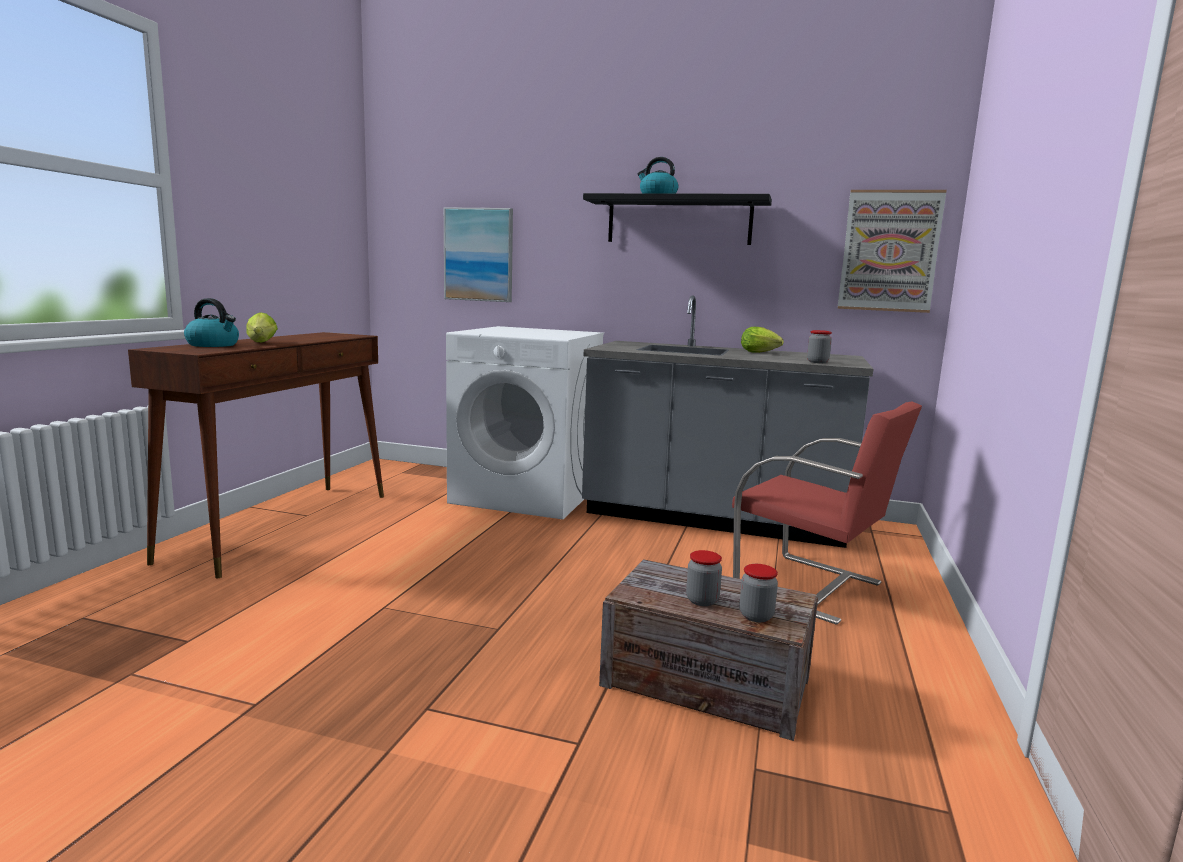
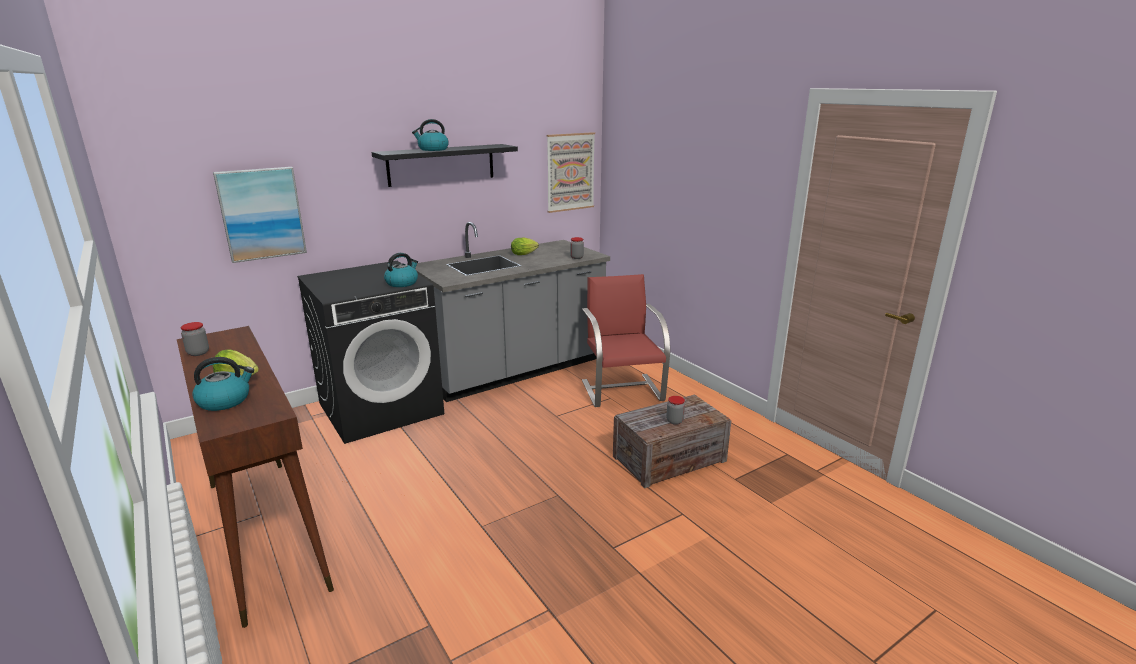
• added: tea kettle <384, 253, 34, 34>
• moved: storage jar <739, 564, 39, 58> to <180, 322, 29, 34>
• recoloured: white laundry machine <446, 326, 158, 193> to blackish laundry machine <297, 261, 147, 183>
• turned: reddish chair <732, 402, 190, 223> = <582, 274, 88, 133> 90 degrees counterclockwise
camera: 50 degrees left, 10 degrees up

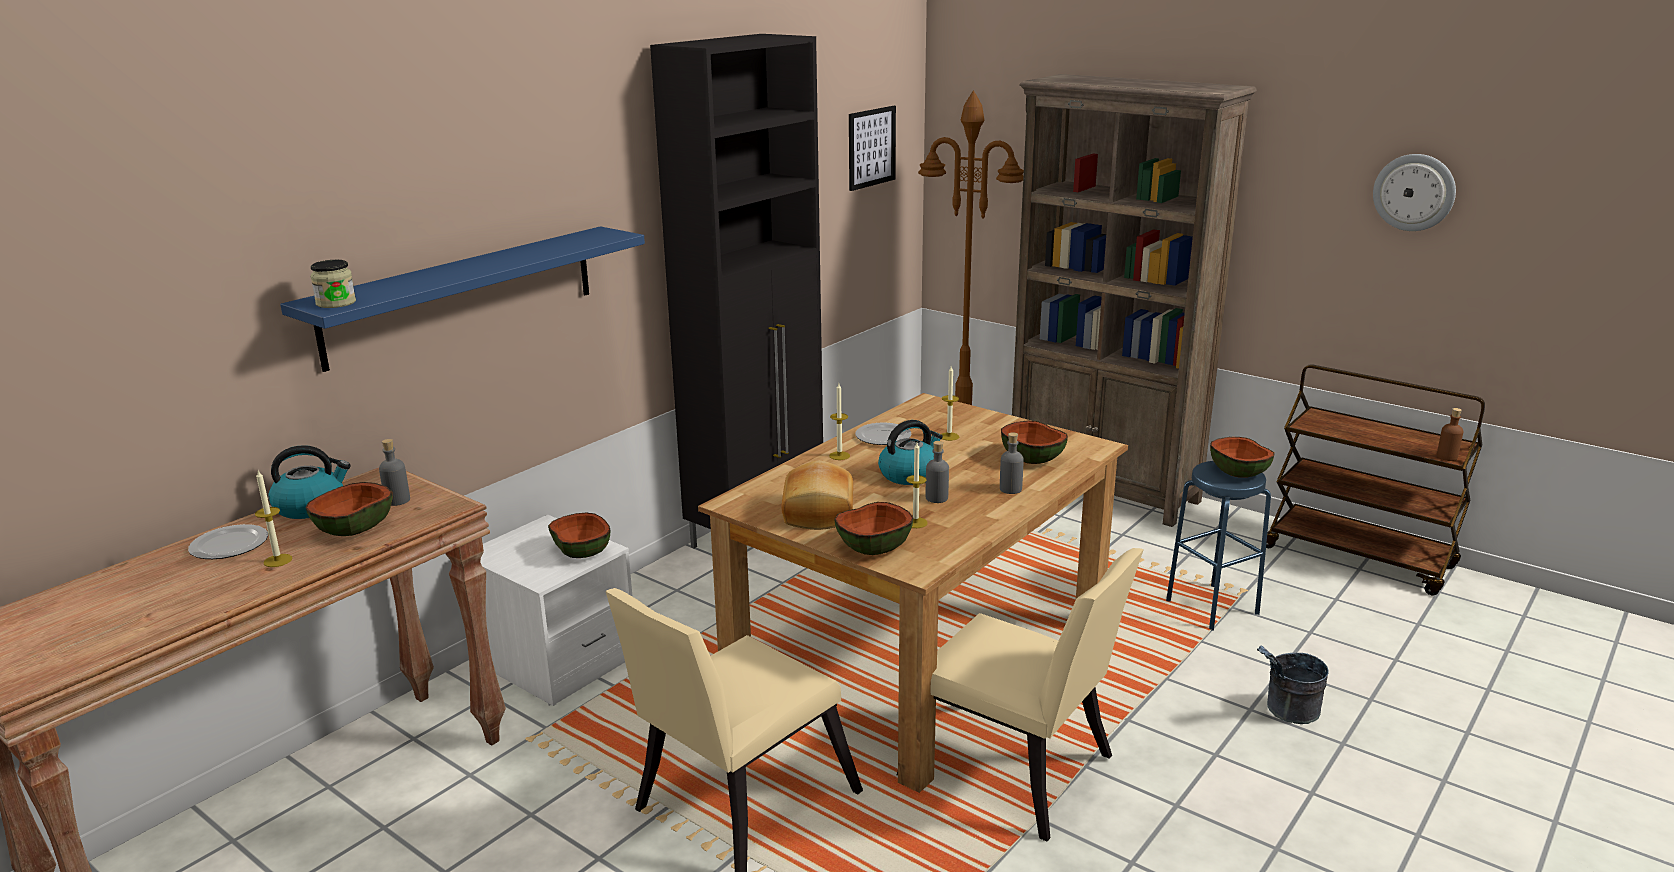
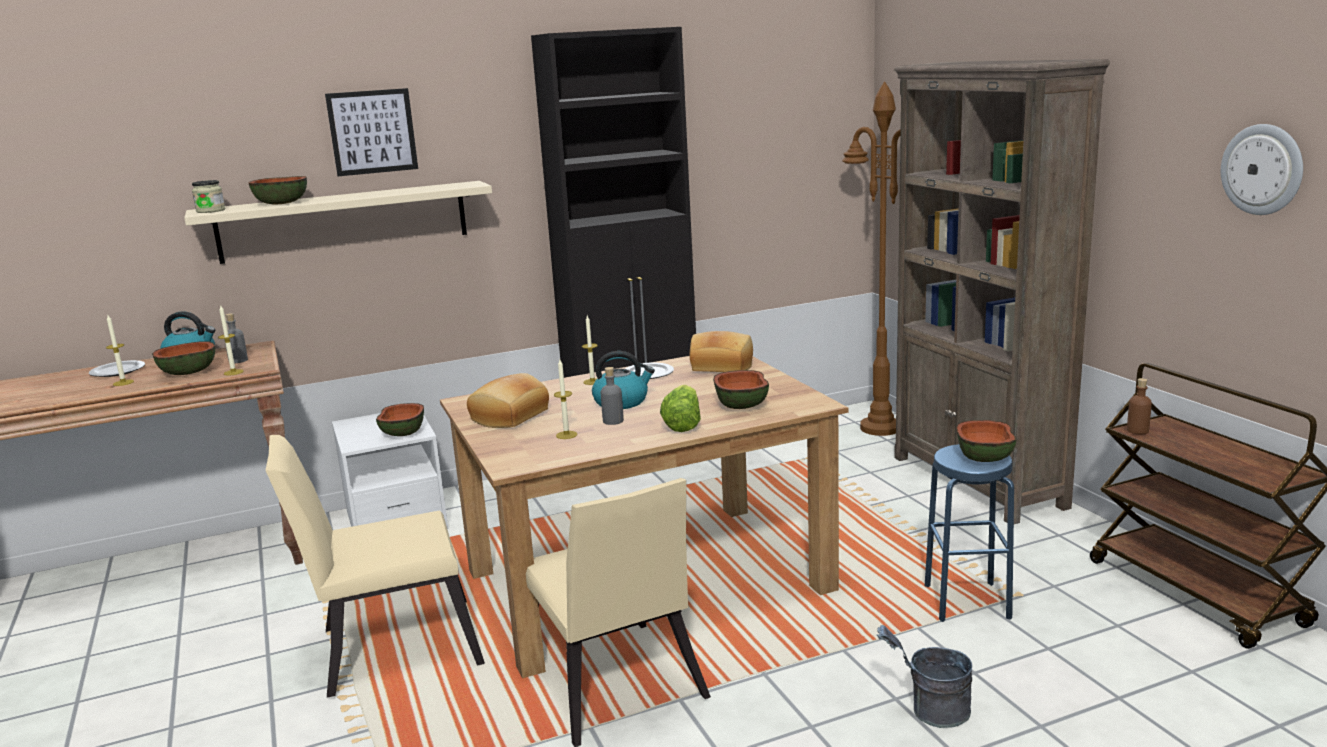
• added: baked bread <690, 331, 63, 41>
• moved: serving bowl <834, 502, 79, 53> to <248, 176, 59, 28>
• moved: picture <849, 106, 47, 85> to <325, 88, 93, 88>
• moved: candle <941, 366, 18, 75> to <218, 306, 26, 70>
• moved: brown bottle <1437, 408, 26, 53> to <1127, 378, 25, 56>
• replaced: grey bottle <1000, 433, 24, 61> to head of lettuce <660, 385, 41, 47>
• recoloured: bluish shelf <280, 226, 365, 146> to sand-coloured shelf <184, 181, 308, 83>
camera: 30 degrees right, 5 degrees down

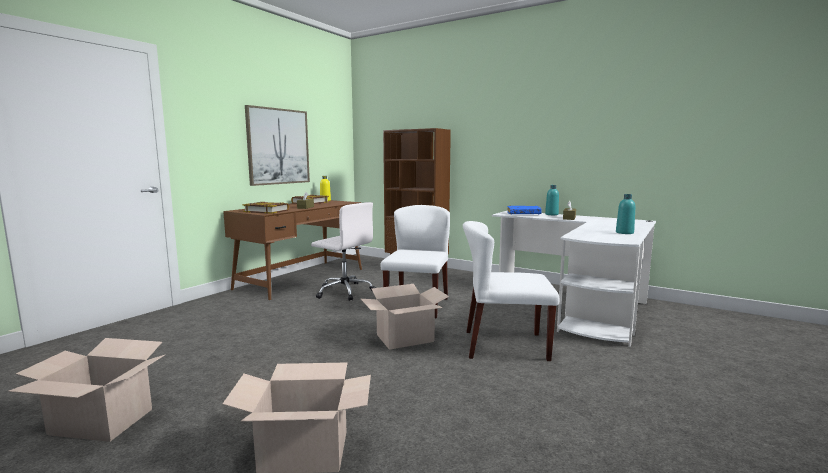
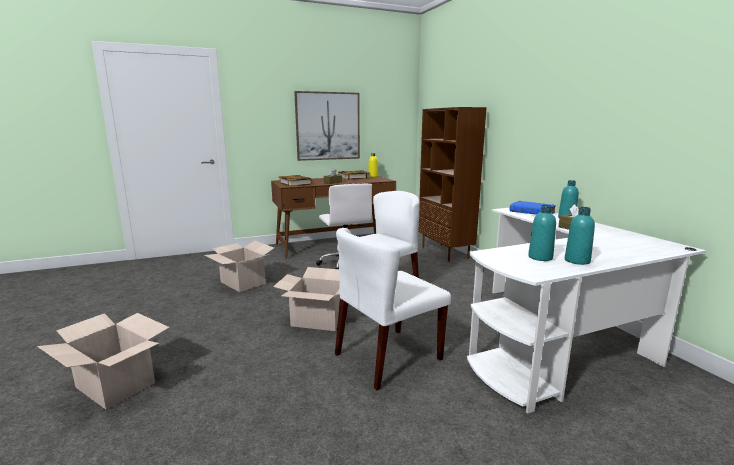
• added: turquoise bottle <528, 205, 28, 56>
• moved: carton <8, 338, 157, 104> to <204, 241, 70, 51>
• turned: white chair <463, 221, 96, 140> = <335, 228, 116, 162> 75 degrees counterclockwise
camera: 35 degrees right, 5 degrees up

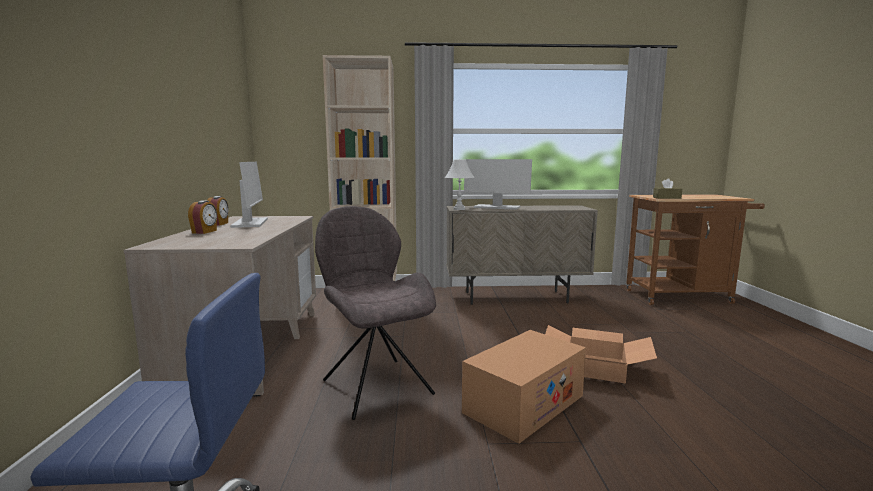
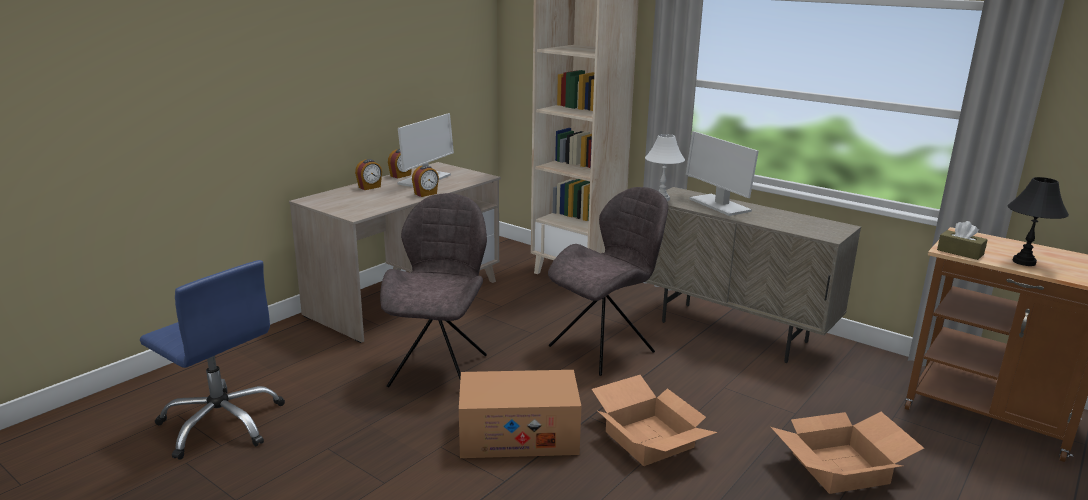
• added: table clock <412, 165, 27, 32>
• added: grey chair <548, 187, 120, 189>
• added: carton <771, 412, 153, 82>
• added: blackish table lamp <1008, 177, 61, 89>
camera: 40 degrees right, 10 degrees up

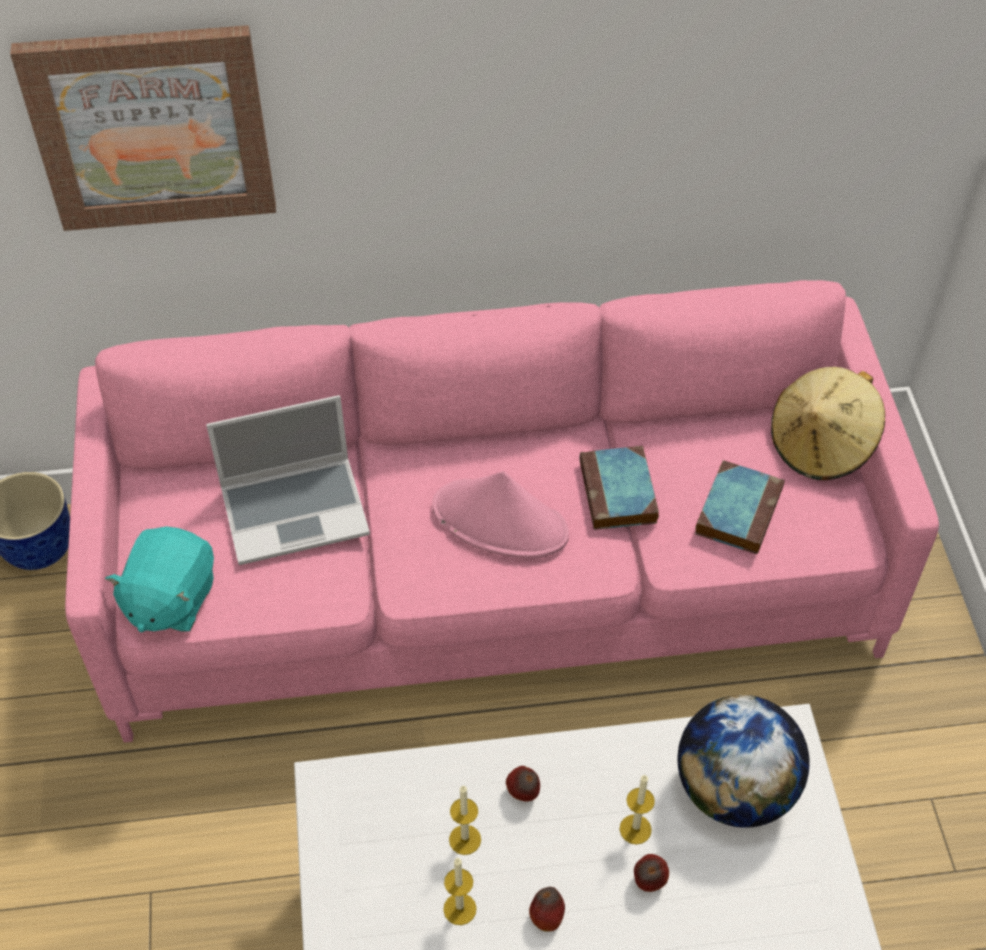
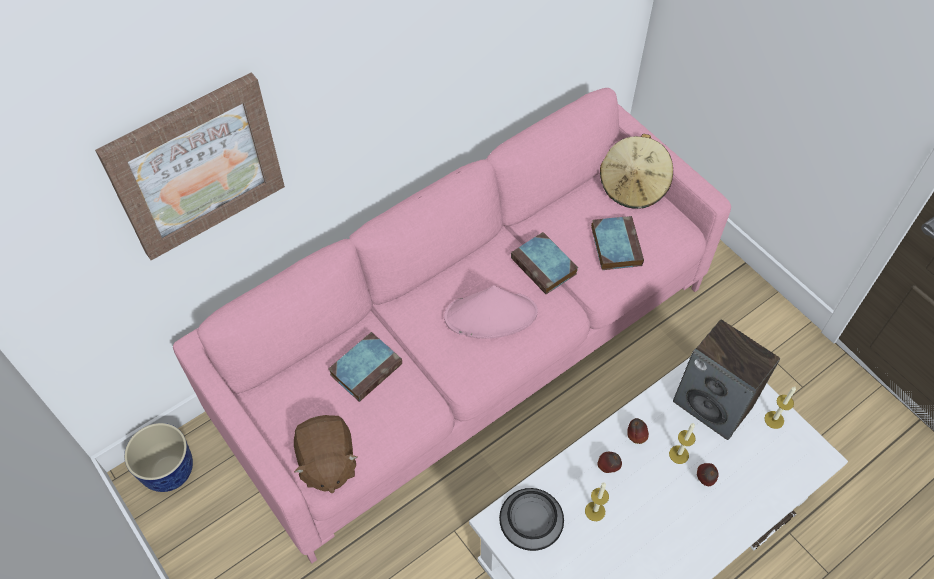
• added: serving bowl <499, 488, 65, 63>
• moved: candle <443, 858, 34, 67> to <764, 387, 32, 42>
• moved: apple fruit <529, 887, 36, 45> to <627, 418, 22, 26>
• replaced: notebook computer <206, 395, 164, 170> to book <328, 332, 74, 70>
• replaced: desk globe <677, 695, 133, 133> to audio speaker <673, 320, 107, 120>
• recoloured: turquoise soft toy <105, 526, 109, 106> to brown soft toy <294, 415, 64, 78>
camera: 30 degrees left, 5 degrees up

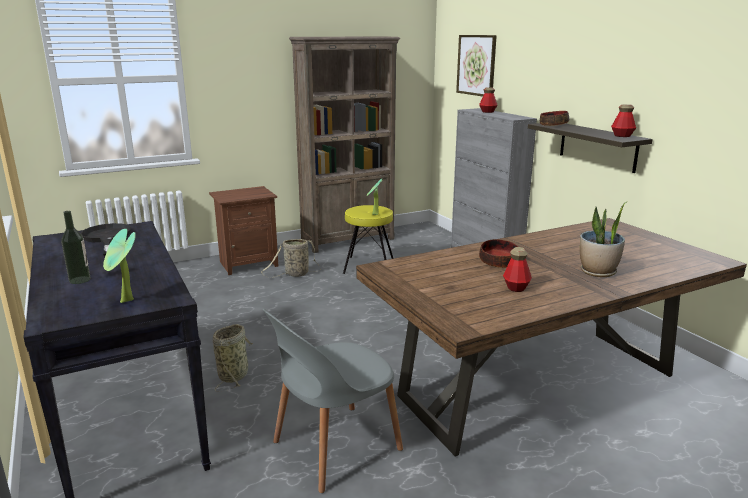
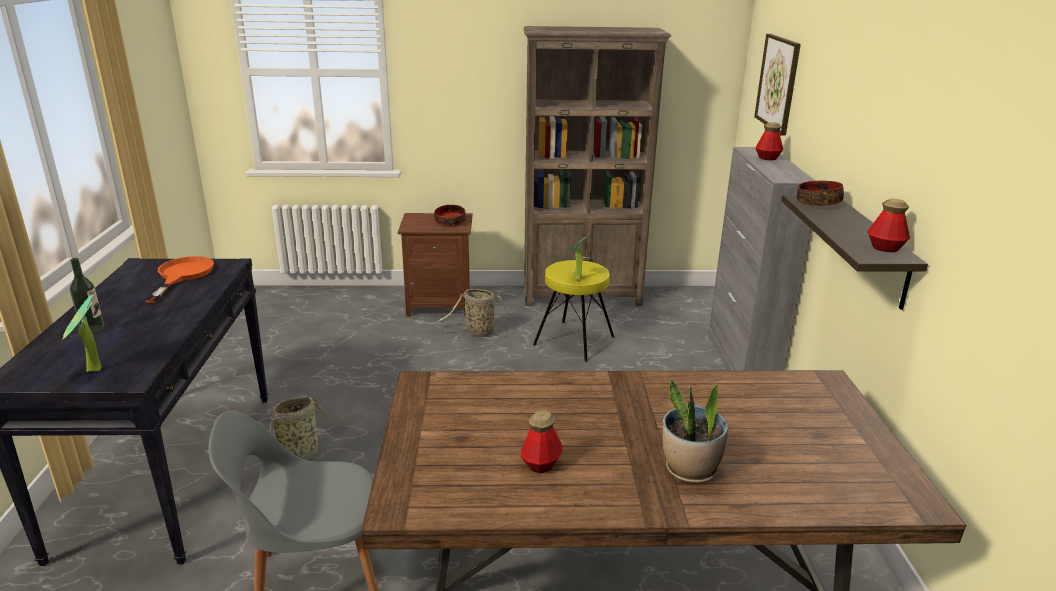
• moved: serving bowl <479, 239, 39, 29> to <434, 205, 32, 22>
• recoloured: blackish skillet <80, 223, 51, 34> to orange skillet <145, 256, 69, 47>
camera: 25 degrees right, 5 degrees up

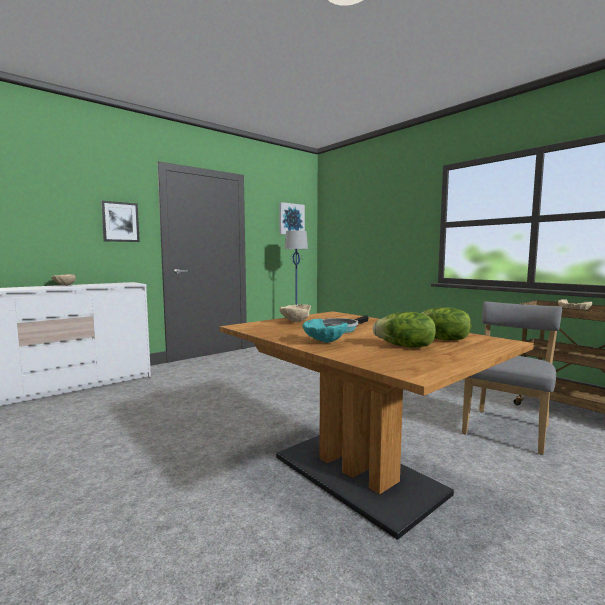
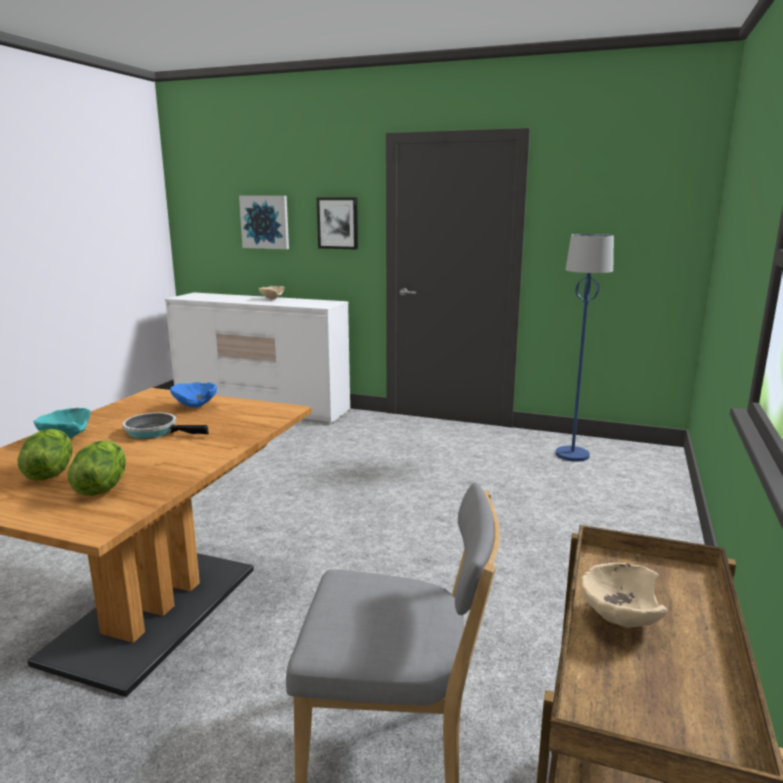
• moved: picture <279, 202, 26, 33> to <239, 196, 50, 53>
• recoloured: sand-coloured serving bowl <279, 304, 32, 18> to bluish serving bowl <170, 382, 47, 26>
camera: 60 degrees right, 10 degrees up

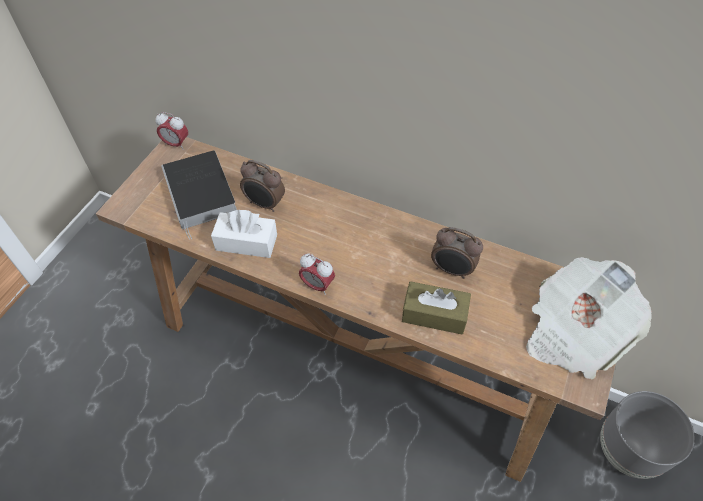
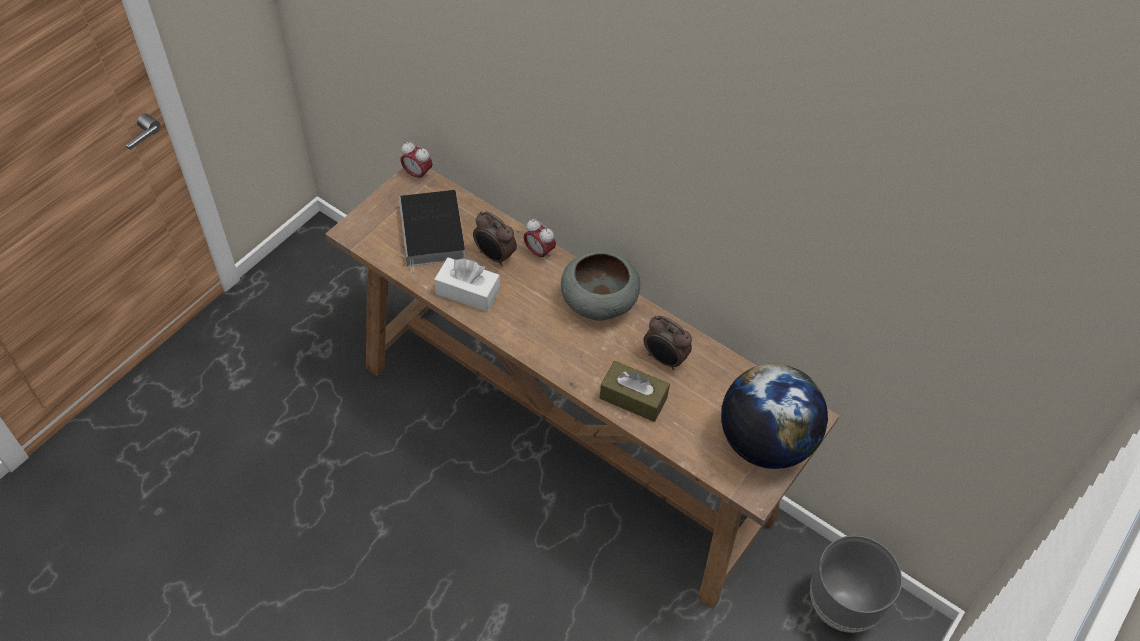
• added: grey serving bowl <561, 251, 79, 70>
• moved: table clock <299, 253, 36, 42> to <524, 219, 32, 43>
• replaced: newspaper <526, 257, 126, 122> to desk globe <721, 363, 107, 106>
camera: 10 degrees right, 0 degrees up

